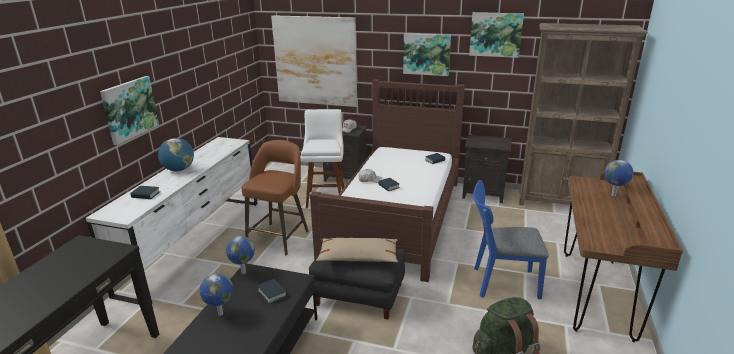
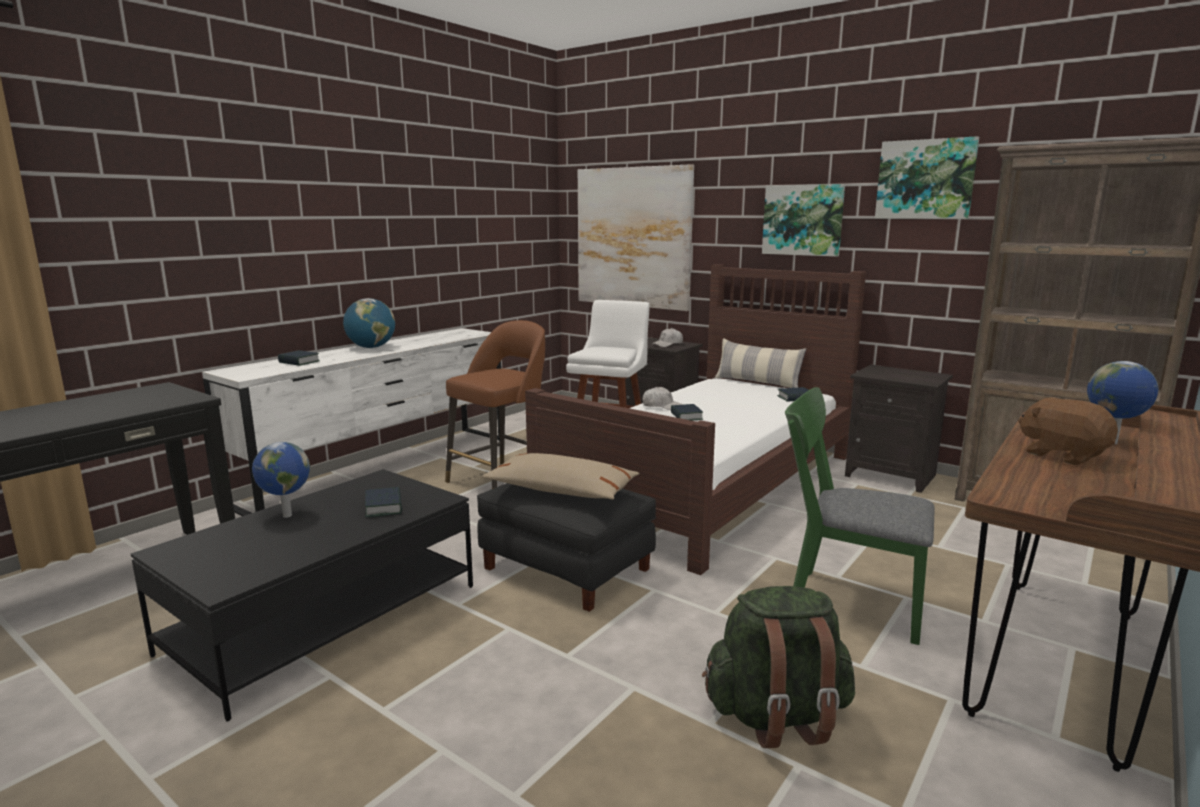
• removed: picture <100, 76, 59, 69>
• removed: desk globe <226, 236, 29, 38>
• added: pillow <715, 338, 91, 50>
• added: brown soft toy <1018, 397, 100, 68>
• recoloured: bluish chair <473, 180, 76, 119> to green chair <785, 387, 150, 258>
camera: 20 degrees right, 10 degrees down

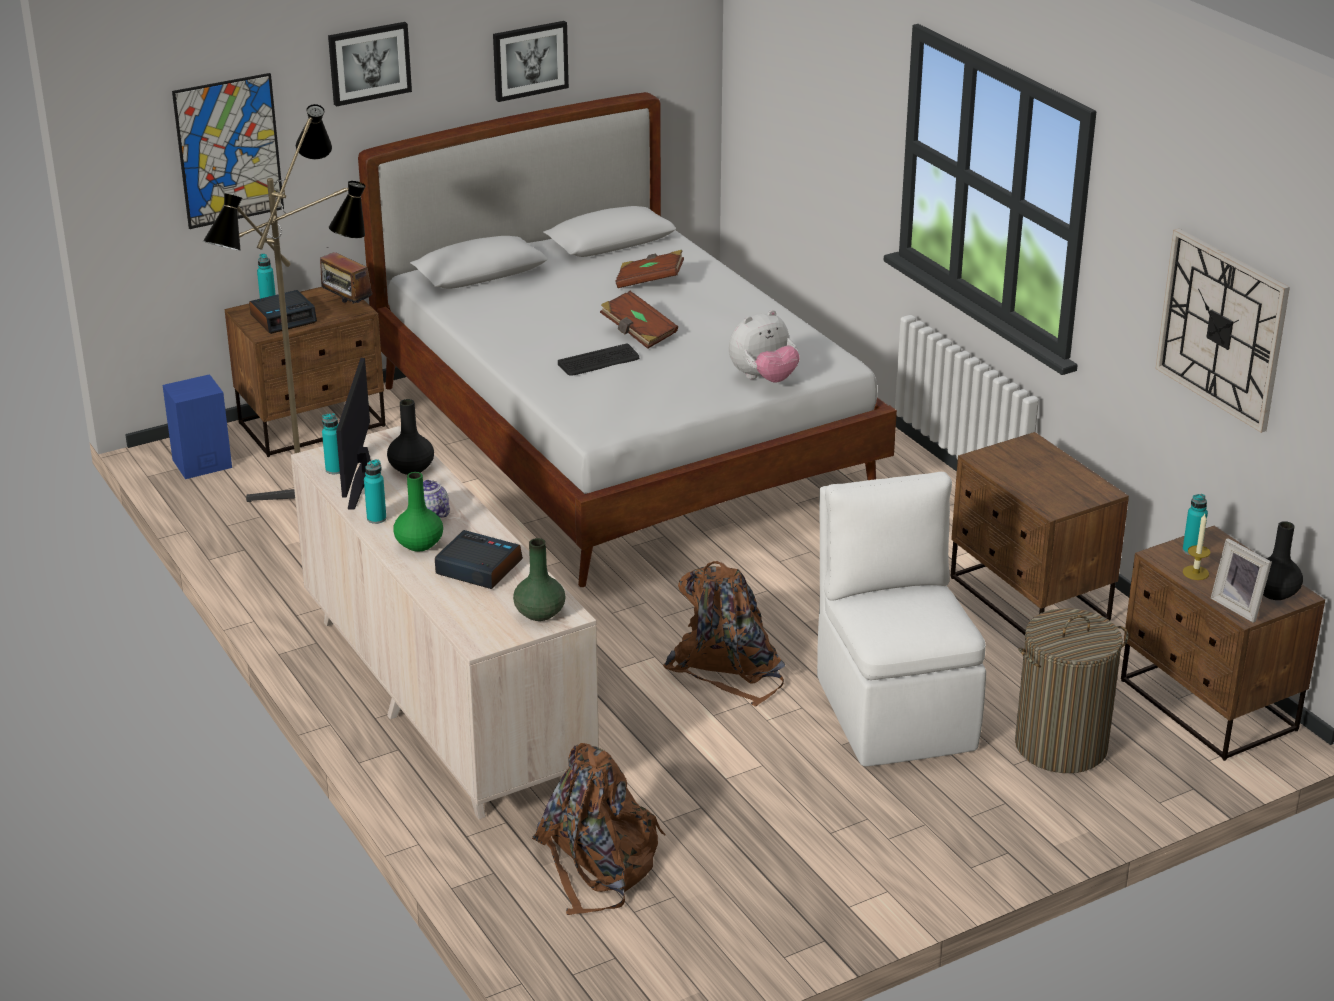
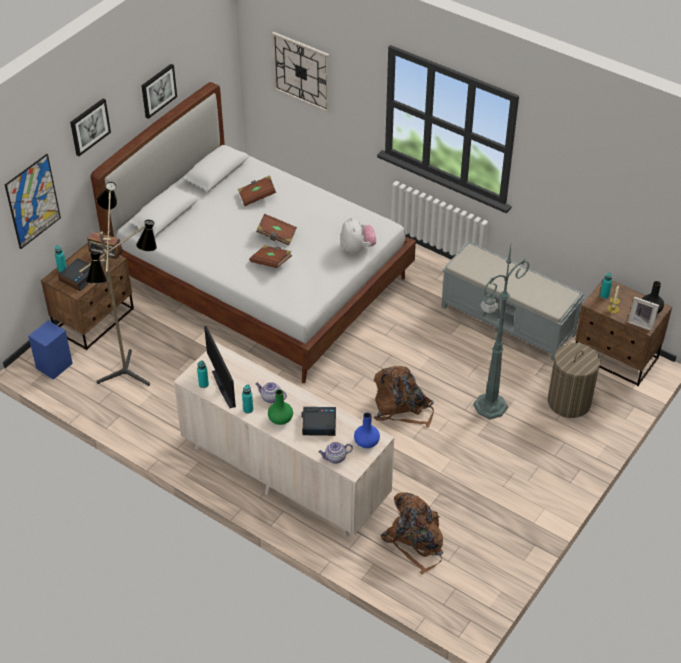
• removed: blackish flower vase <387, 399, 47, 76>
• added: tea pot <318, 442, 35, 22>
• moved: hanging clock <1155, 228, 135, 205> to <272, 32, 58, 81>
• replaced: keyboard <558, 344, 81, 32> to brown book <249, 245, 43, 23>
• replaced: white chair <817, 472, 169, 295> to green standing lamp <473, 246, 57, 173>
• replaced: brown night table <951, 432, 178, 203> to grey indoor bench <441, 242, 143, 119>
• recoloured: green flower vase <513, 538, 53, 83> to bluish flower vase <354, 412, 26, 36>
• turned: soft toy <729, 310, 71, 73> = <340, 217, 36, 37> 45 degrees counterclockwise
camera: 25 degrees left, 15 degrees up

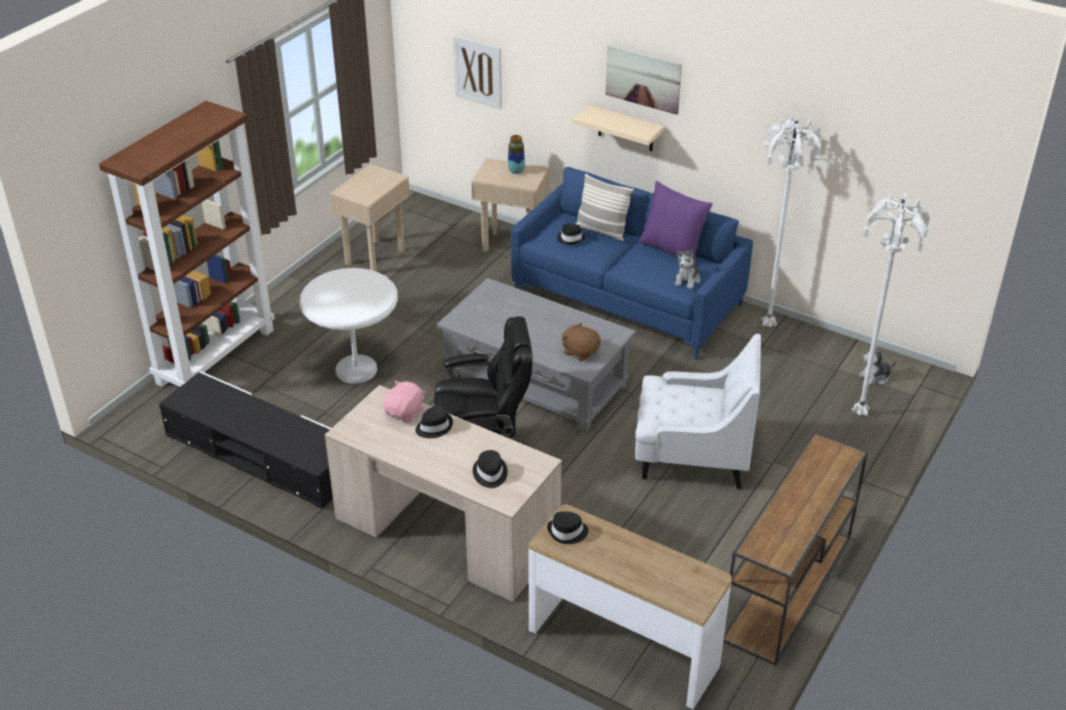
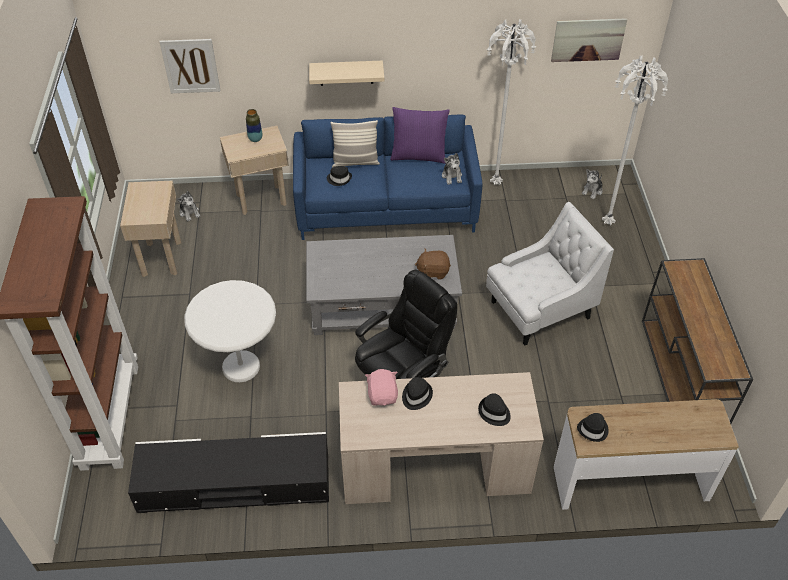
• added: soft toy <177, 191, 23, 31>
• moved: picture <605, 45, 77, 70> to <551, 18, 76, 44>
camera: 35 degrees left, 10 degrees up

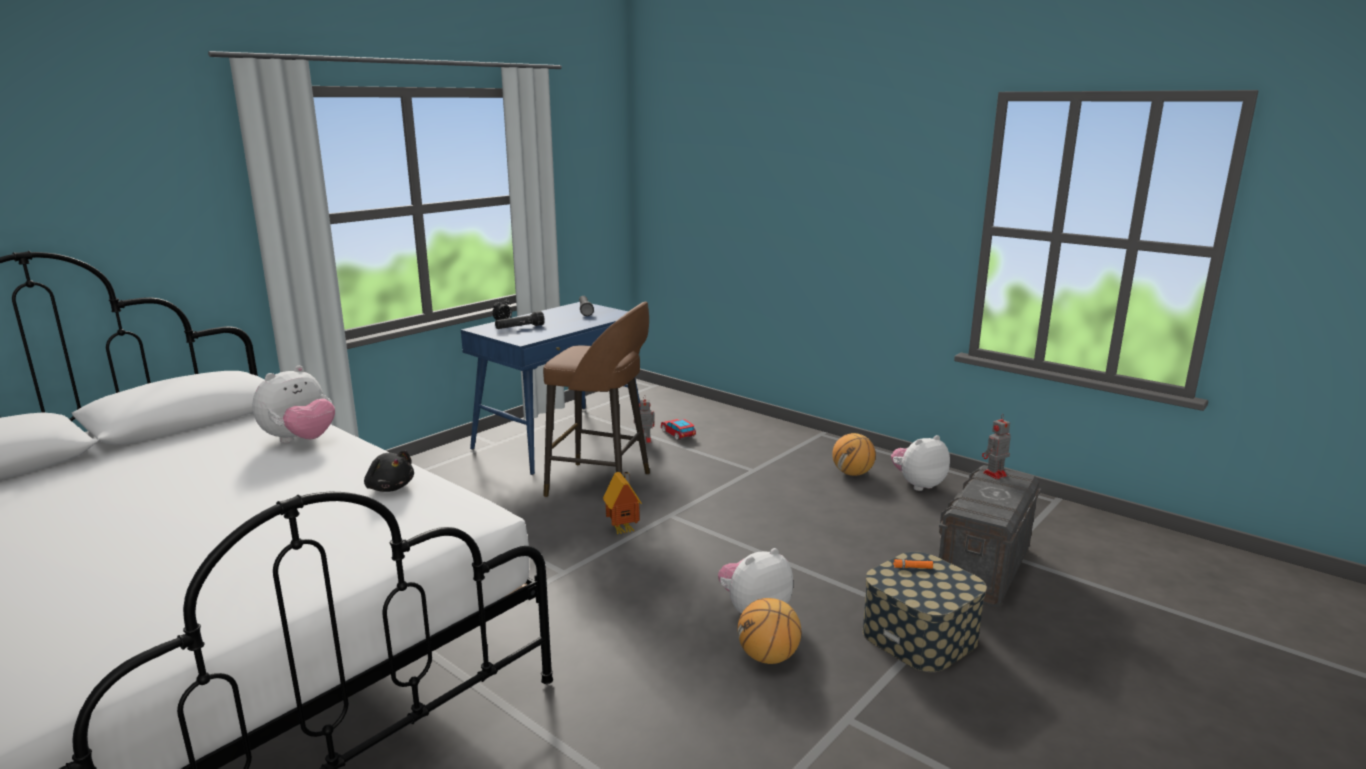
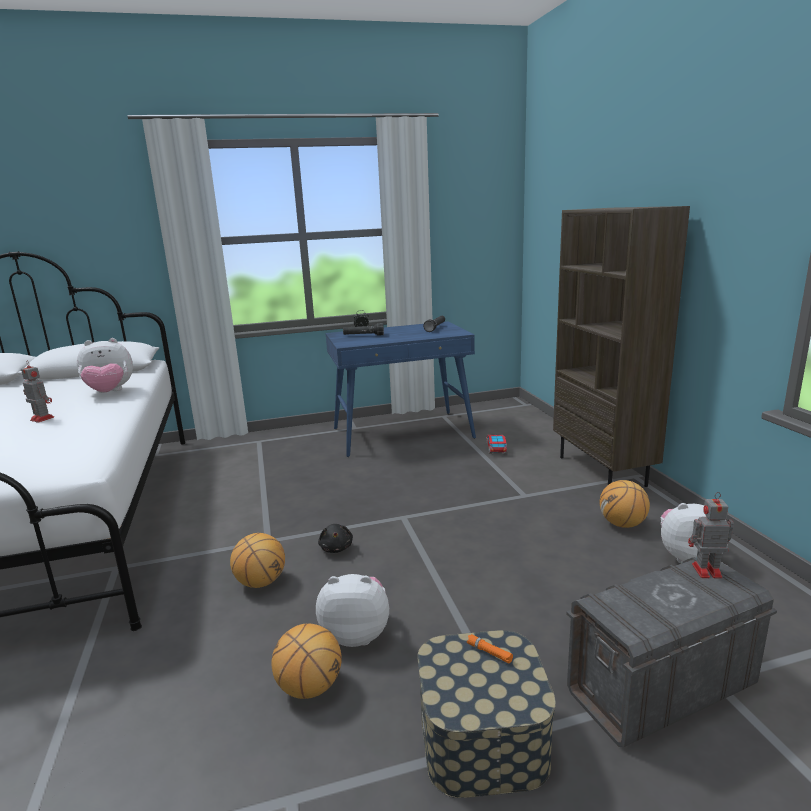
• removed: brown sitting stool <543, 302, 107, 195>
• removed: miniature house <603, 471, 39, 63>
• added: basketball ball <230, 533, 55, 55>
• added: brown bookshelf <553, 206, 137, 281>
• moved: blackish soft toy <364, 451, 50, 41> to <318, 524, 35, 29>
• moved: robot figure <634, 395, 21, 48> to <21, 360, 33, 63>
camera: 35 degrees right, 0 degrees up

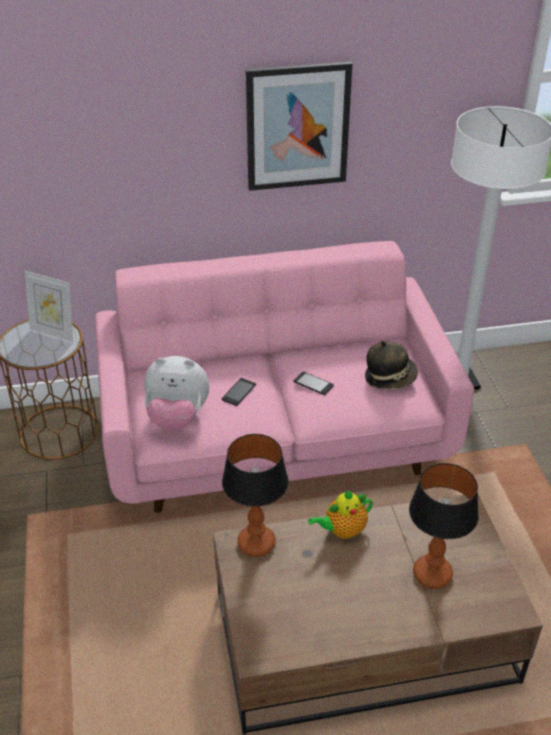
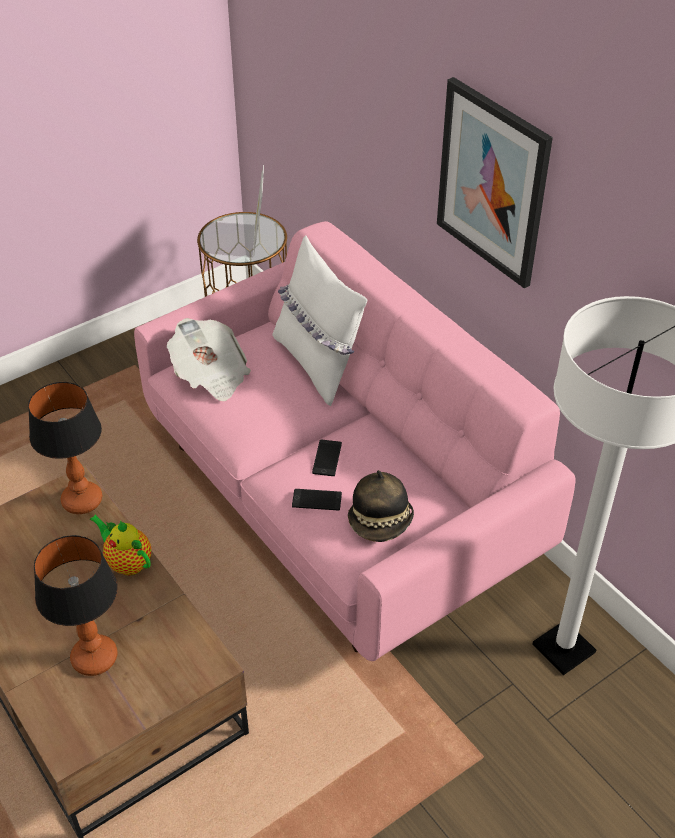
• added: white pillow <272, 235, 95, 171>
• moved: handset <222, 378, 34, 28> to <292, 489, 50, 22>
• replaced: soft toy <144, 356, 65, 75> to newspaper <167, 318, 84, 83>
camera: 65 degrees right, 5 degrees up

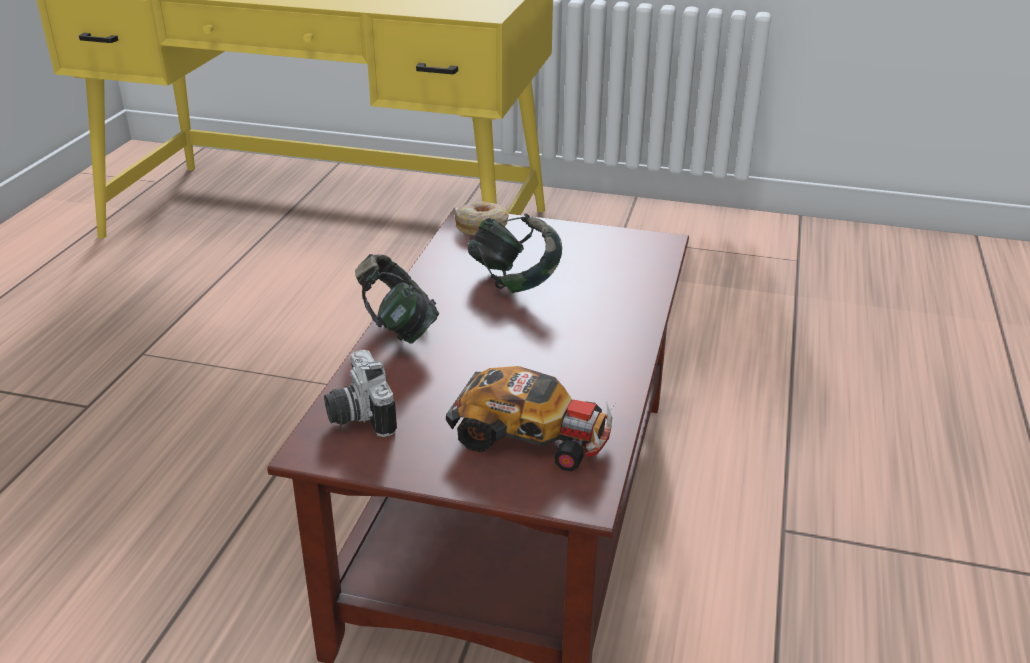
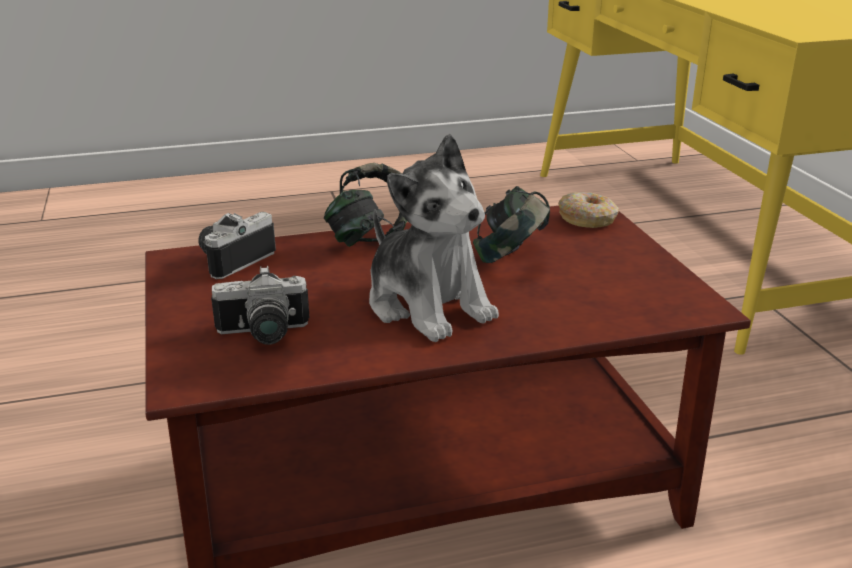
• added: soft toy <369, 134, 130, 208>
• replaced: miniature car <446, 366, 169, 106> to photo camera <211, 266, 99, 79>
camera: 60 degrees right, 5 degrees down

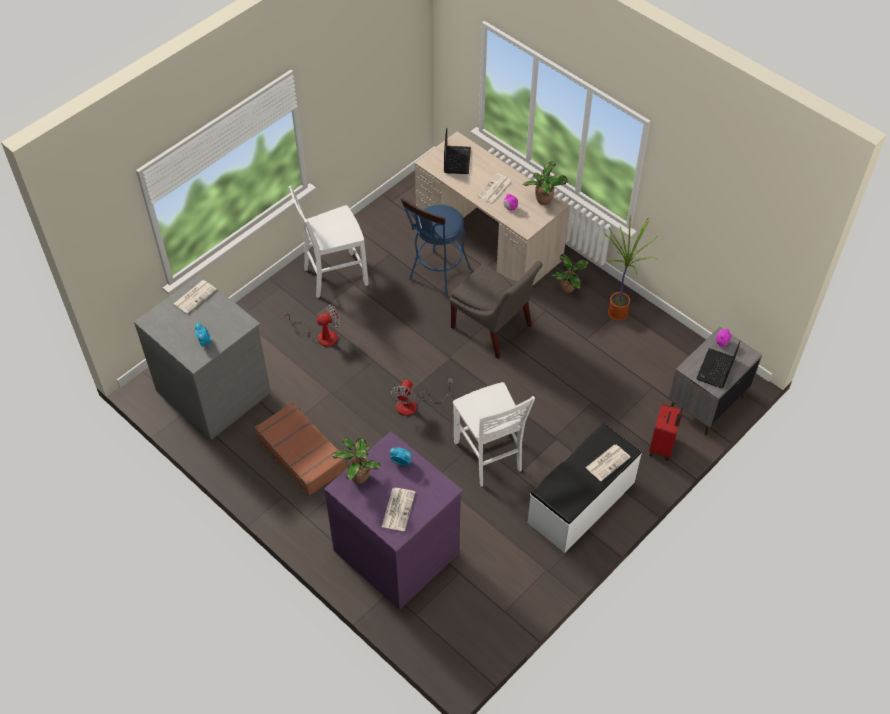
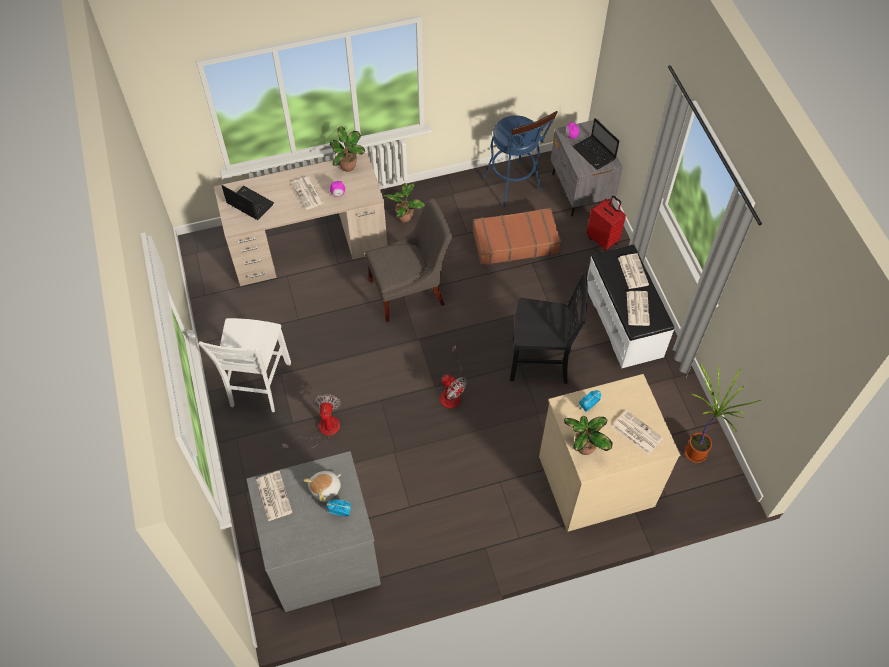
• added: soft toy <303, 471, 38, 31>
• added: newspaper <627, 291, 23, 35>
• moved: brown travel case <255, 402, 92, 94> to <473, 208, 88, 57>
• moved: bluish sitting stool <401, 198, 70, 100> to <482, 111, 76, 96>
• moved: plant in a pot <605, 215, 54, 106> to <685, 362, 76, 101>
• recoloured: purple chest of drawers <324, 431, 139, 179> to sand-coloured chest of drawers <539, 374, 141, 158>
• recoloured: white chair <453, 382, 82, 105> to blackish chair <510, 272, 78, 112>
camera: 60 degrees left, 5 degrees up

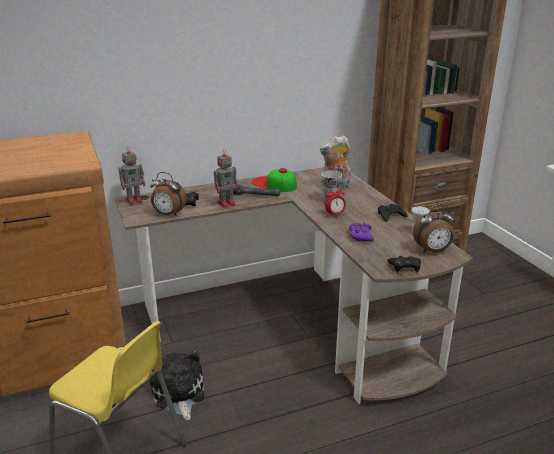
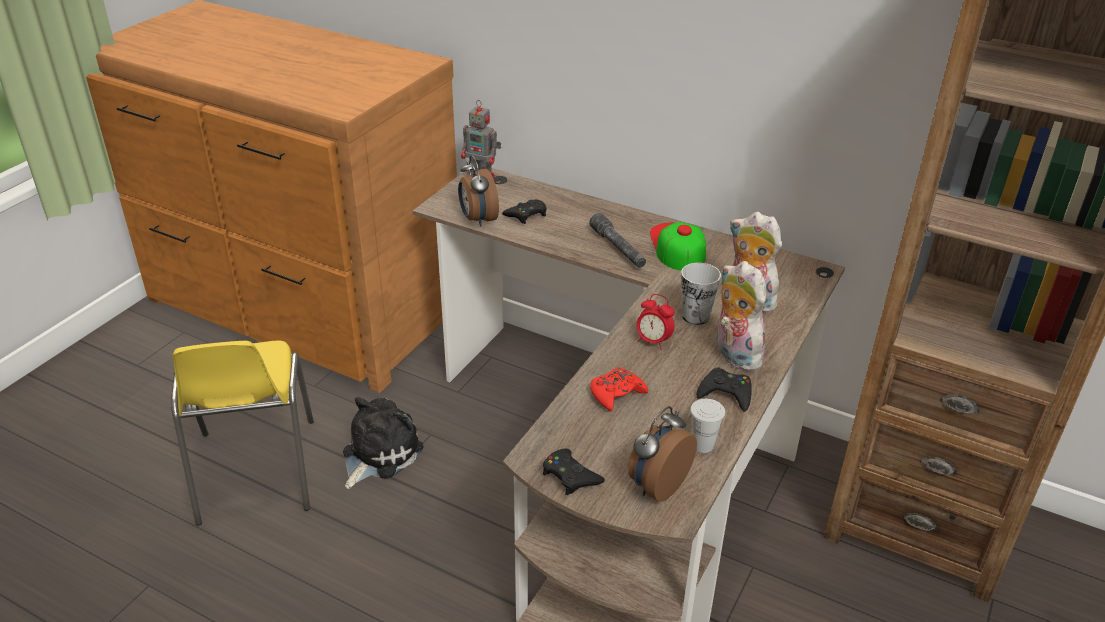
• removed: robot figure <214, 149, 25, 59>
• added: soft toy <717, 261, 50, 110>
• recoloured: purple joypad <349, 223, 25, 18> to reddish joypad <590, 367, 58, 44>
• turned: table clock <413, 204, 43, 49> = <628, 406, 69, 96> 90 degrees clockwise
camera: 50 degrees right, 10 degrees up

